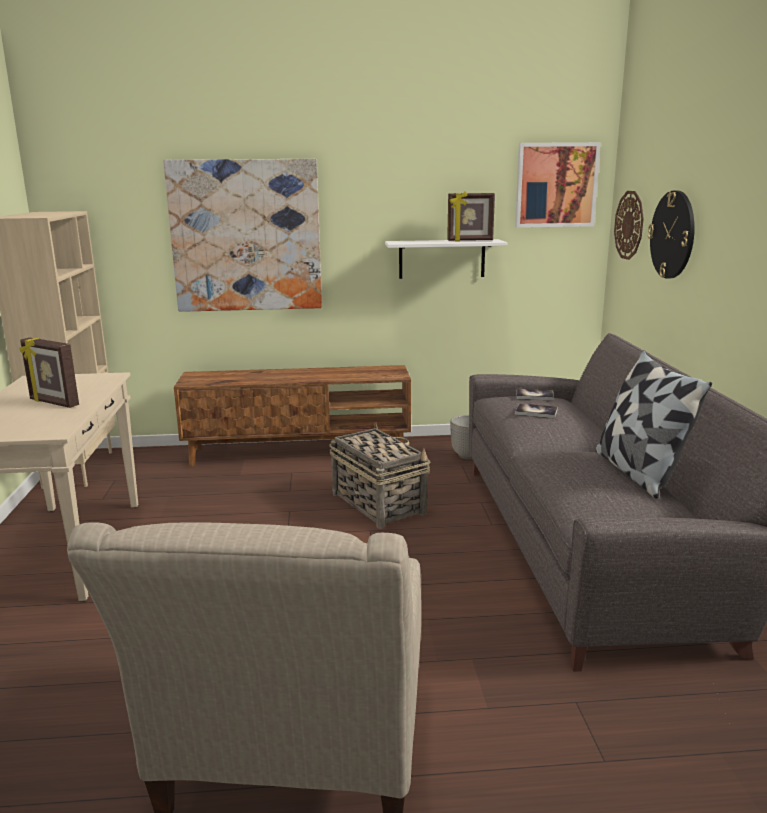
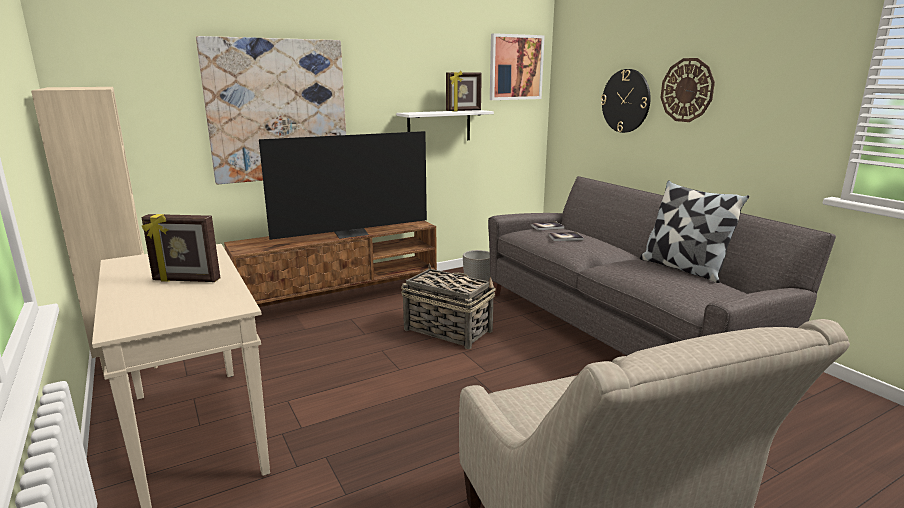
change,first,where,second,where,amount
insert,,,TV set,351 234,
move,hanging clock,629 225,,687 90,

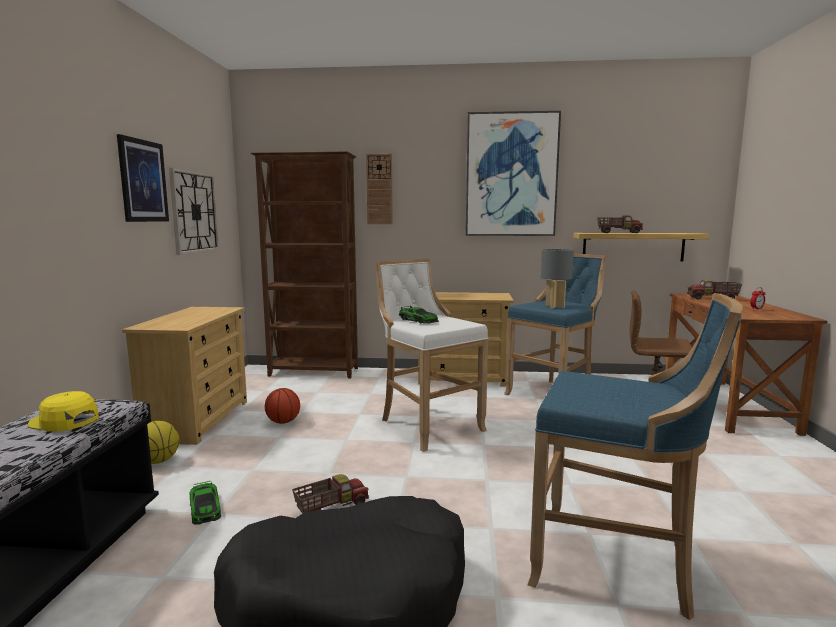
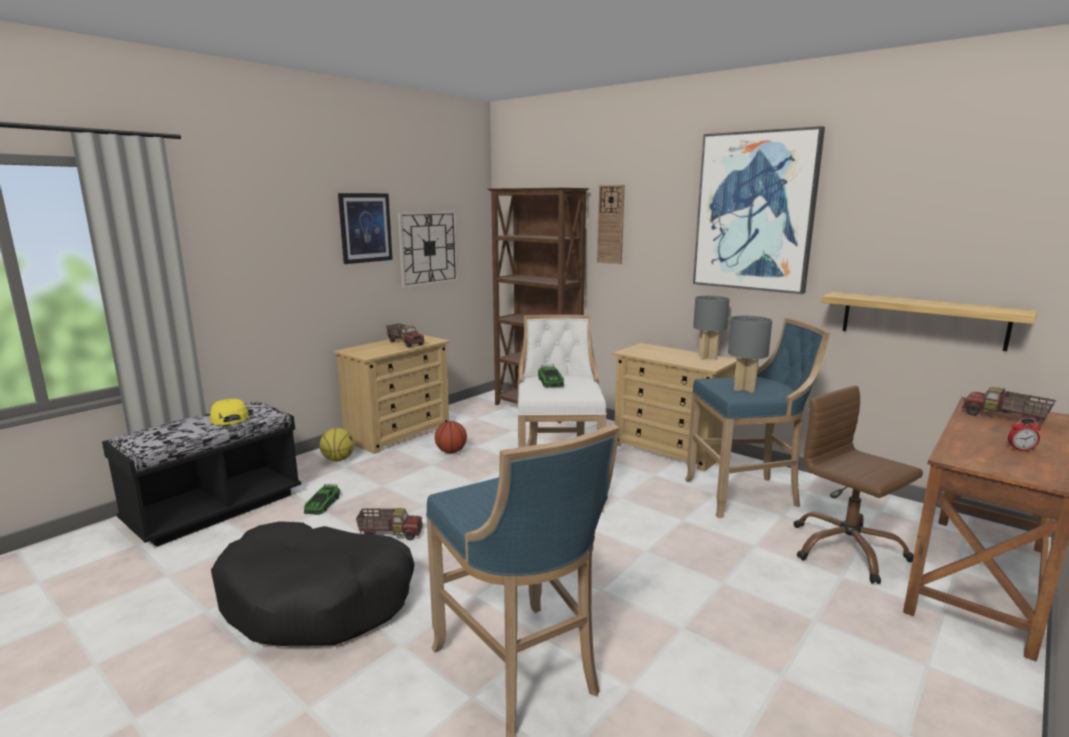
change,first,where,second,where,amount
move,toy lorry,618 233,,405 343,
insert,,,lamp for a table (grey),707 357,

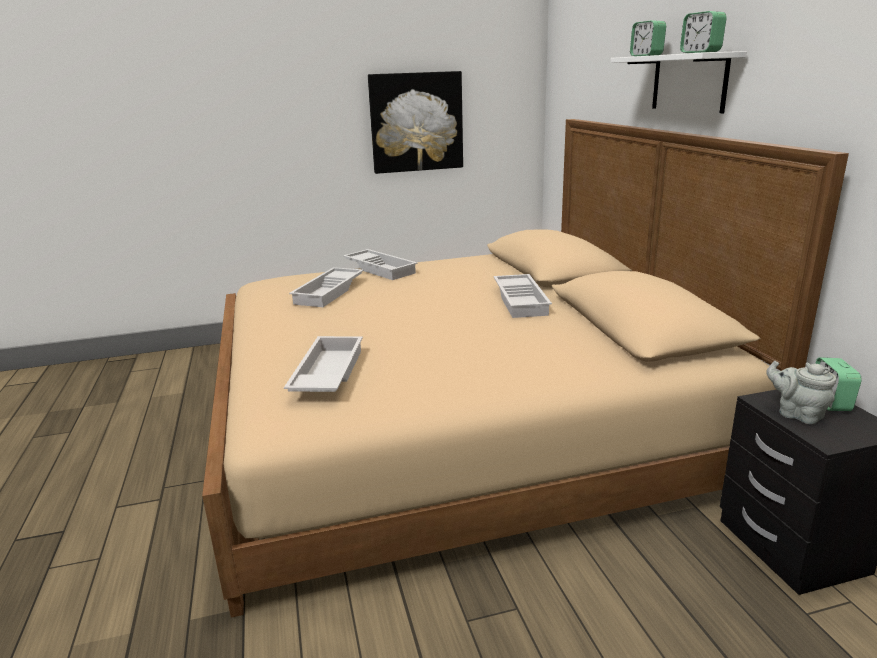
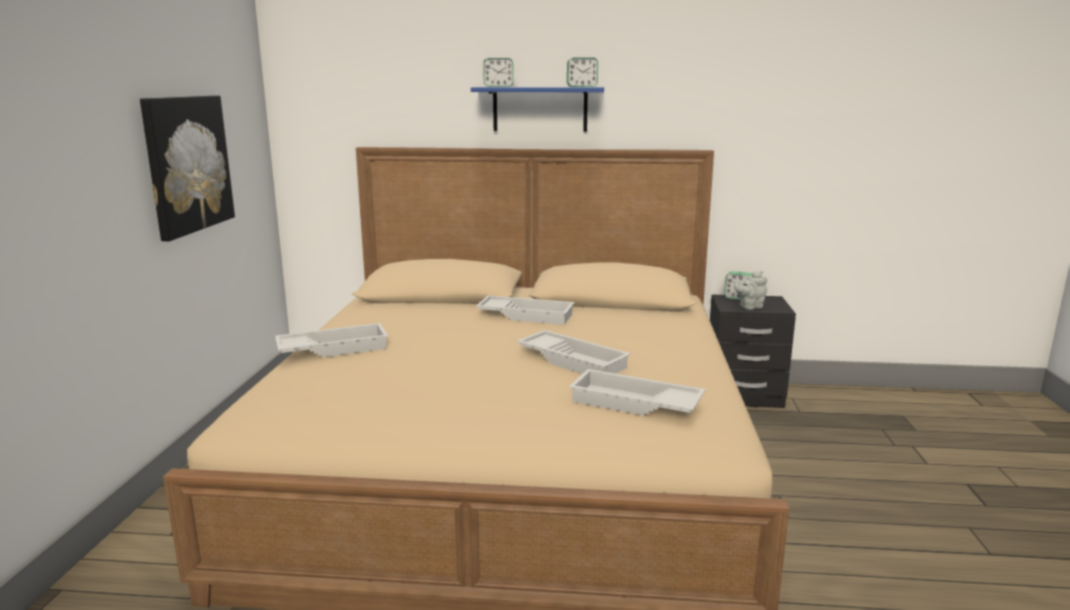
change,first,where,second,where,amount
recolor,shelf (white),689 82,shelf (blue-coloured),540 109,
move,serving tray (white),330 292,,574 360,

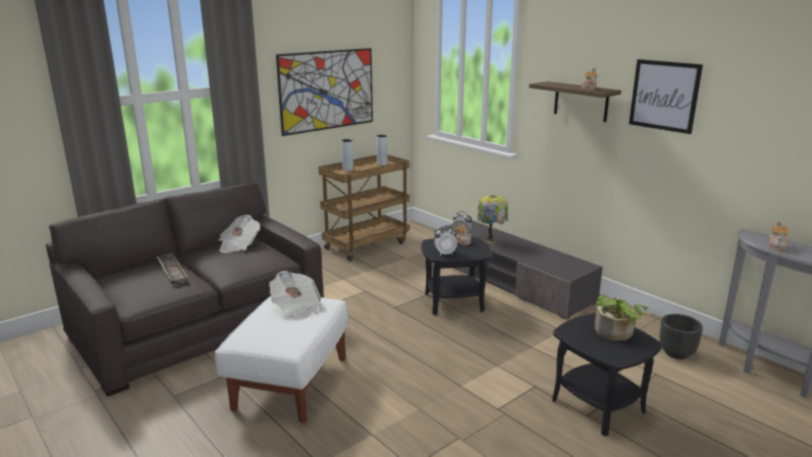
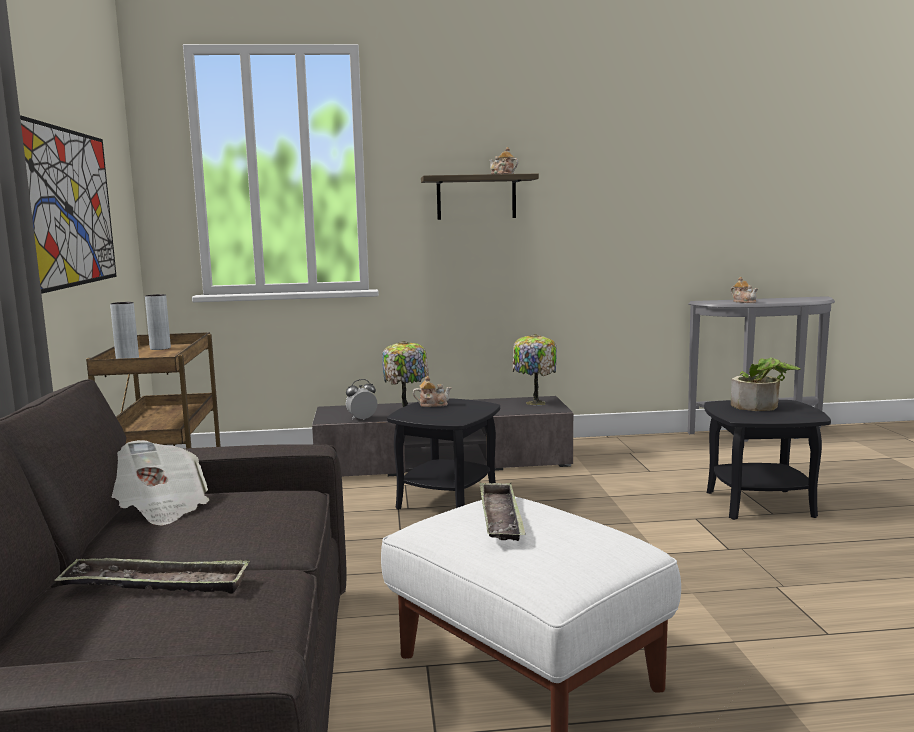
change,first,where,second,where,amount
replace,newspaper,296 307,serving tray,500 518,
insert,,,lamp for a table,534 403,
delete,bedside clock,445 253,,,
delete,picture,664 95,,,
delete,planter (blackish),676 353,,,

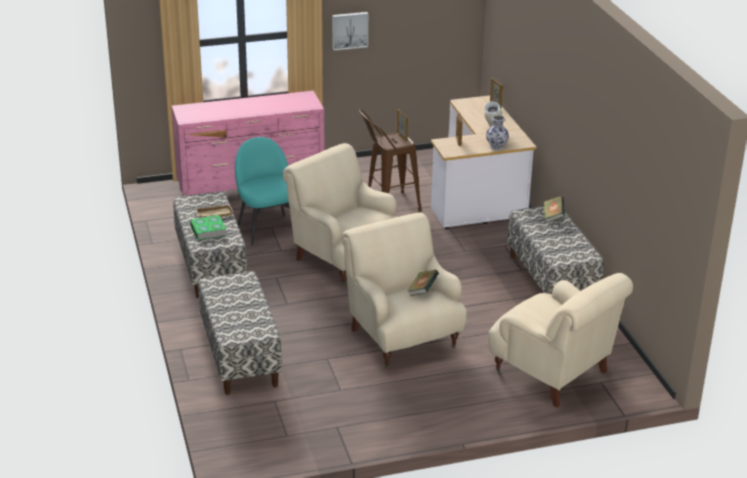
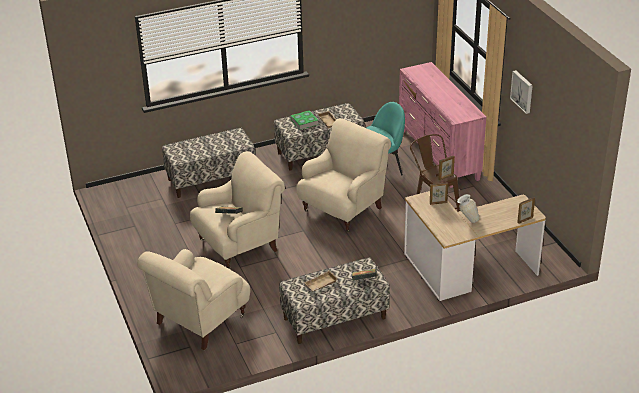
change,first,where,second,where,amount
insert,,,serving tray (beige),321 284,
delete,vase,496 147,,,

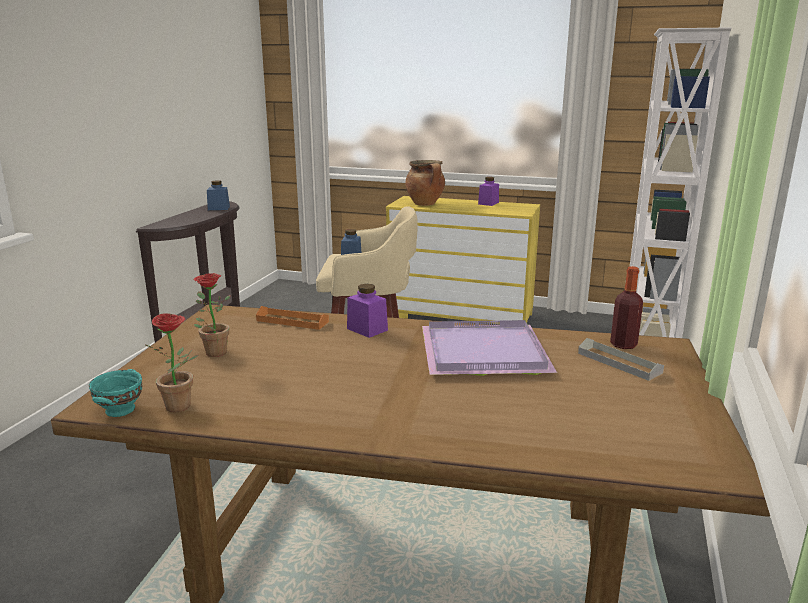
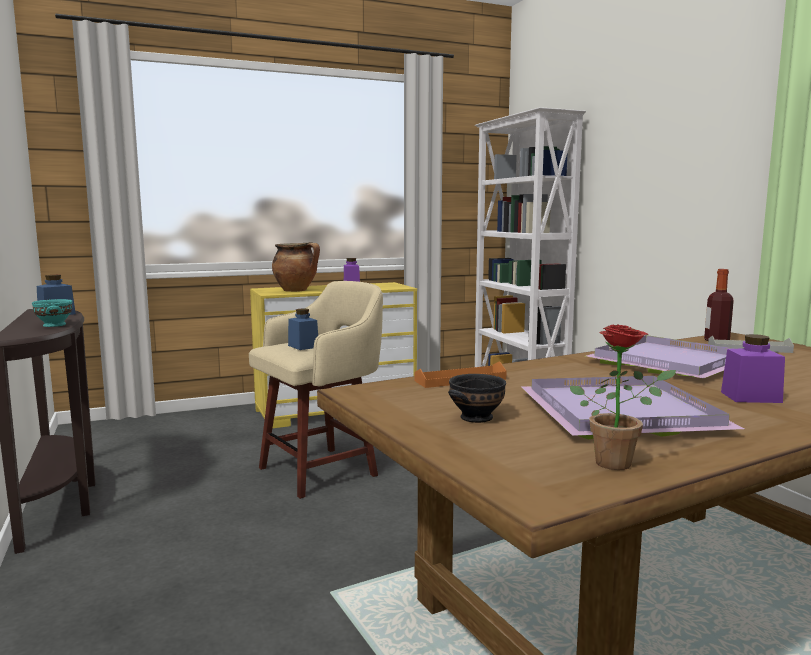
change,first,where,second,where,amount
move,bowl (turquoise-coloured),119 410,,54 325,
replace,plant in a pot,213 351,bowl (blackish),475 417,
insert,,,serving tray (purple-coloured),621 412,
move,preserve jar (purple-coloured),367 329,,751 397,

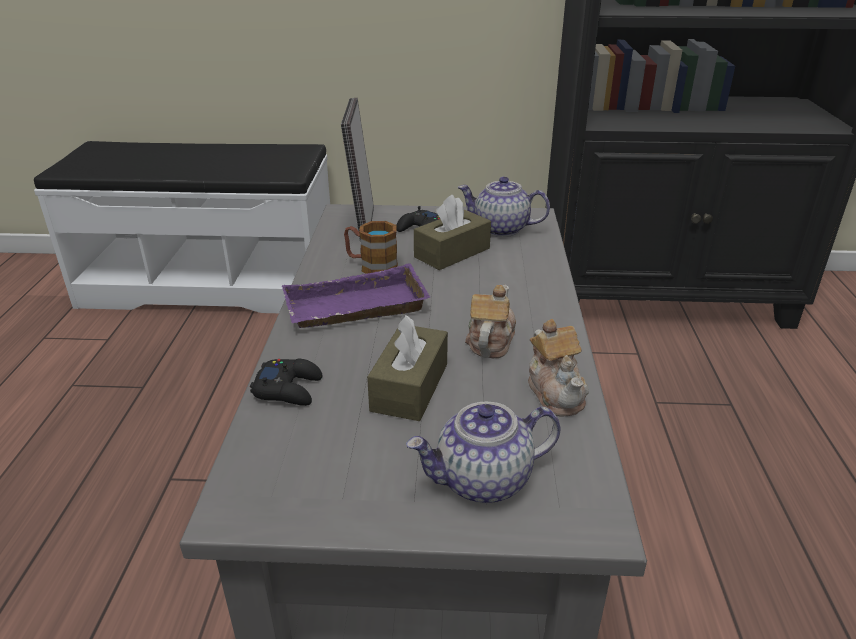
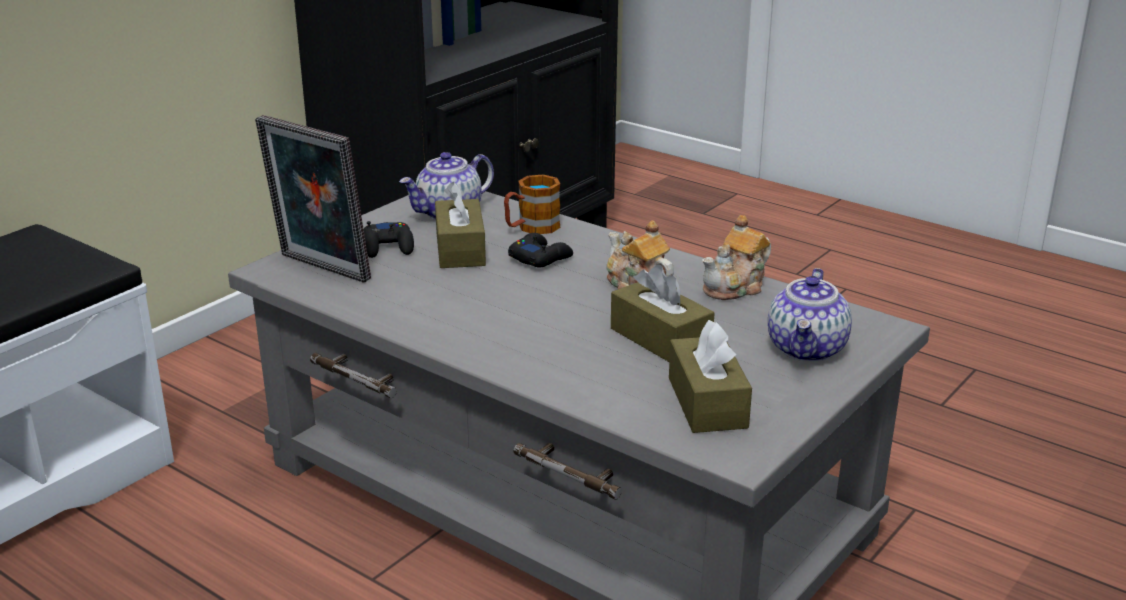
change,first,where,second,where,amount
move,mug,371 266,,531 228,
move,gamepad (blackish),289 388,,540 258,
insert,,,box of tissues (brown),707 402,
rotate,pot for tea,556 392,,736 287,120 degrees clockwise
delete,serving tray (purple-coloured),354 309,,,

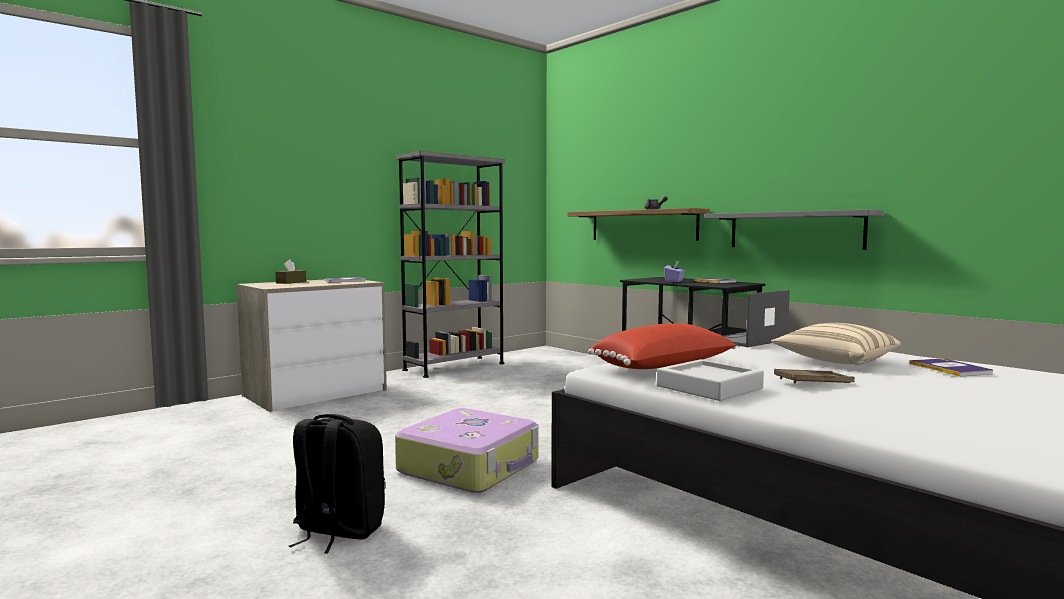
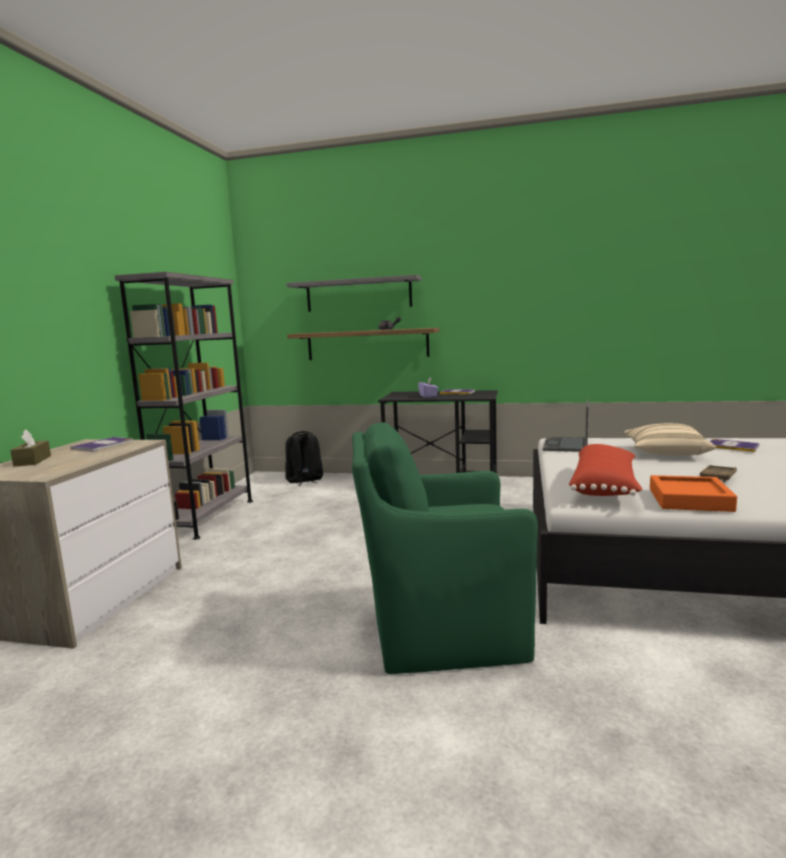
change,first,where,second,where,amount
move,backpack (blackish),337 531,,304 480,
move,shelf (grey),794 230,,358 294,
replace,suitcase,471 466,lounge chair (green),441 630,
recolor,serving tray (grey),709 387,serving tray (orangey),689 500,

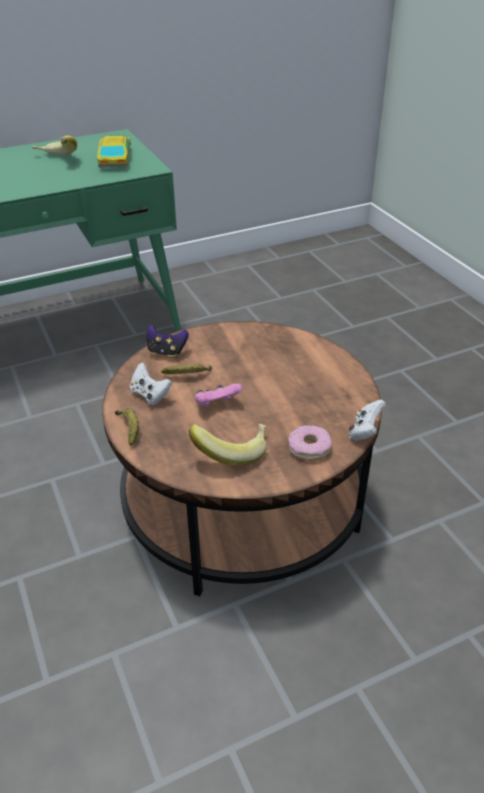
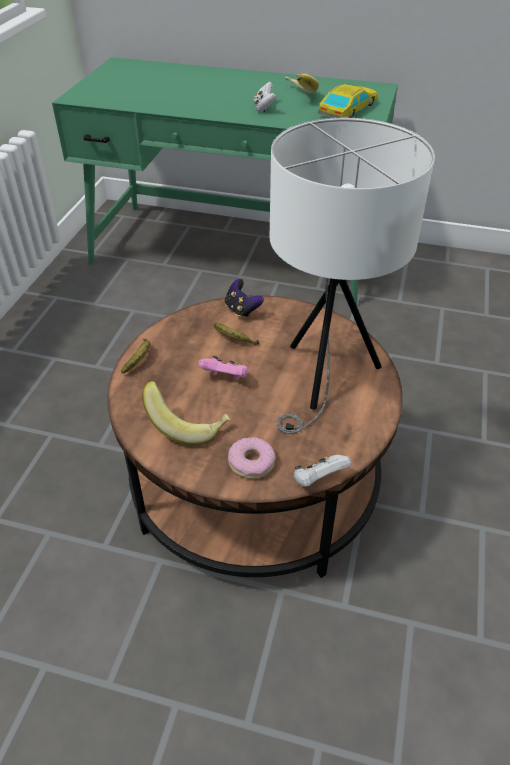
change,first,where,second,where,amount
move,gamepad (white),150 395,,264 108,
insert,,,lamp for a table (white),324 378,

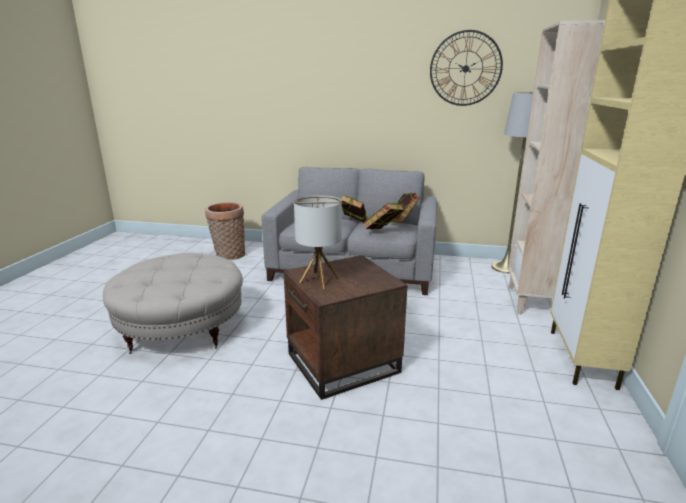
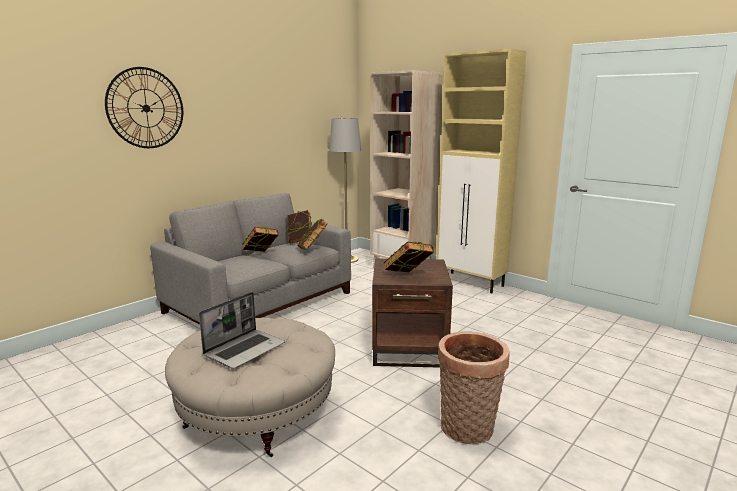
change,first,where,second,where,amount
move,hanging clock,465 68,,146 108,
insert,,,portable computer,245 349,
replace,lamp for a table,319 280,volume,407 277,
move,household basket,228 255,,468 430,

